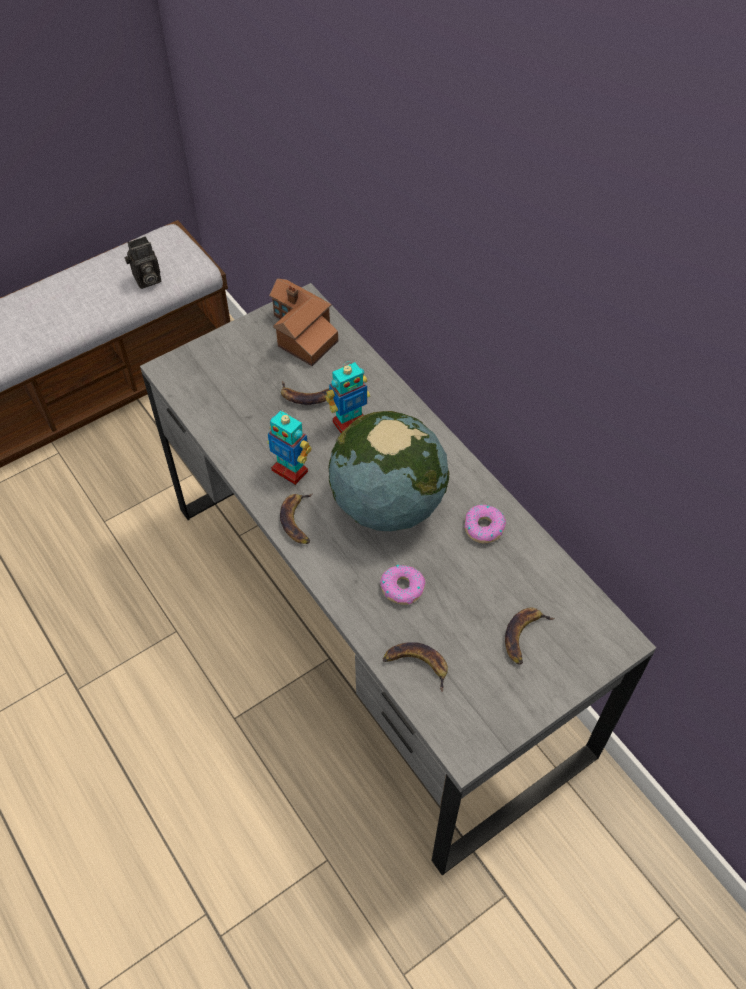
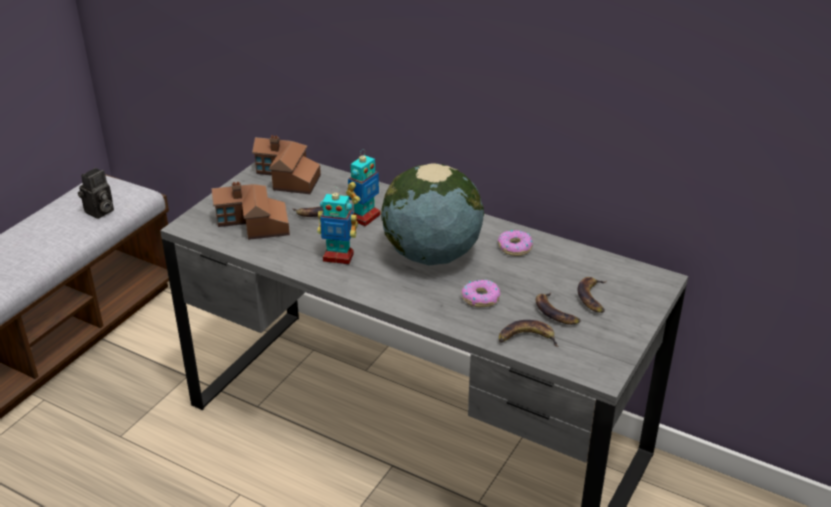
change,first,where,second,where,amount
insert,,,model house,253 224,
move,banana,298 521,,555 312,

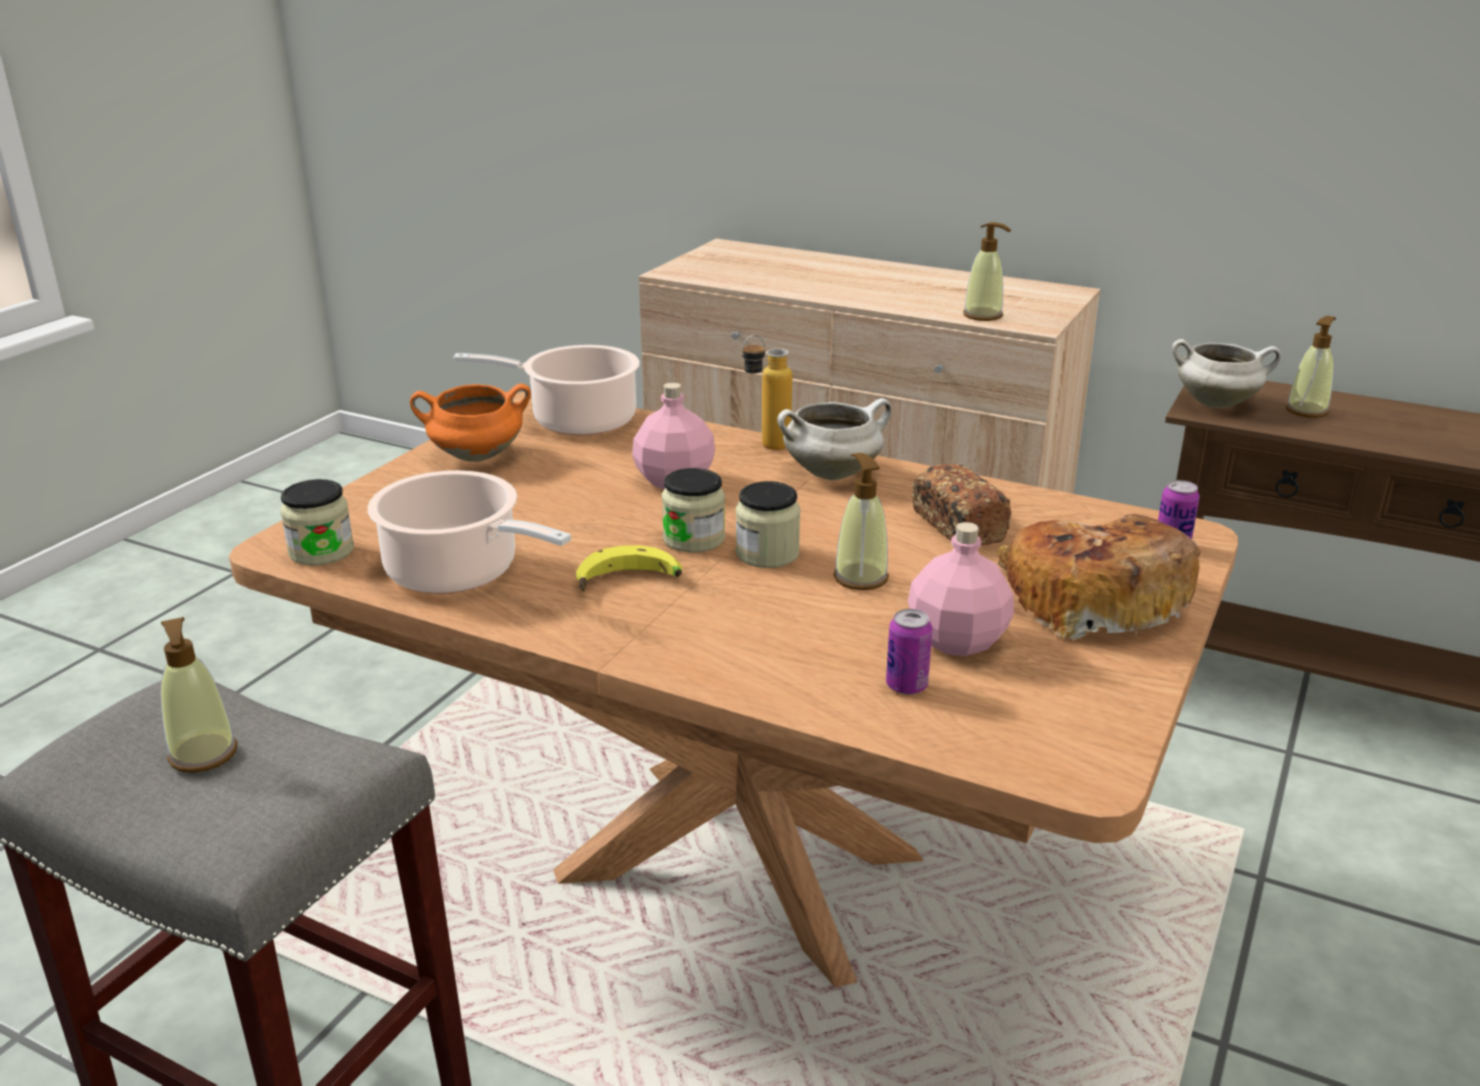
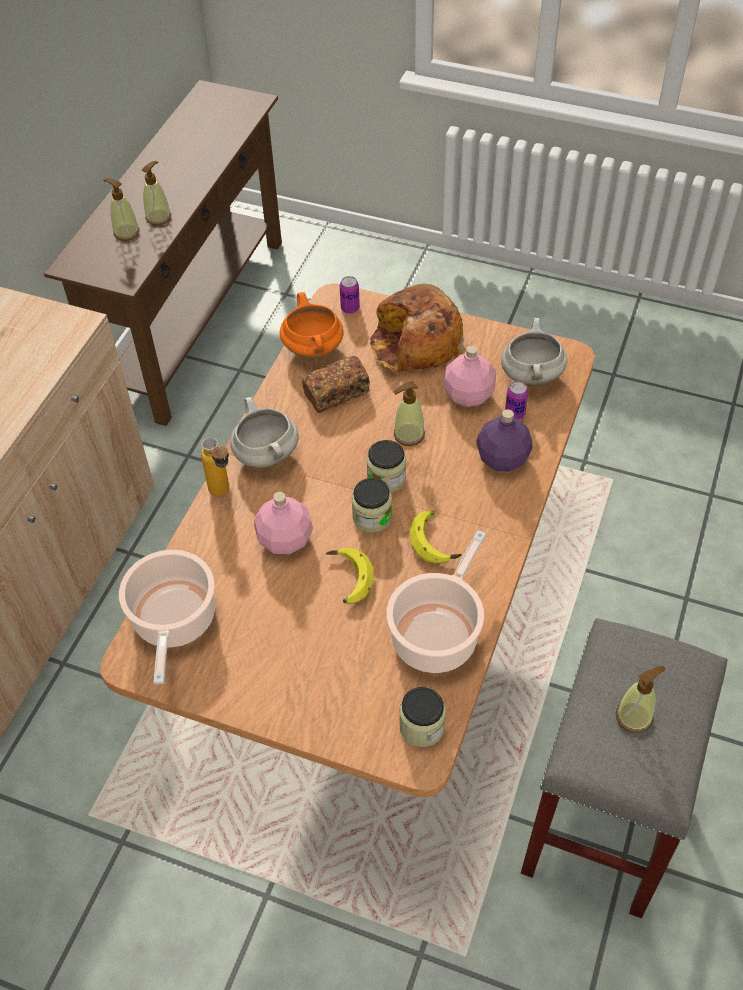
change,first,where,second,where,amount
move,soap dispenser,983 315,,158 217,
move,cooking pot (orangey),475 457,,314 349,
insert,,,banana,347 579,
insert,,,beverage bottle (purple-coloured),503 458,
move,cooking pot (white),1217 403,,531 375,

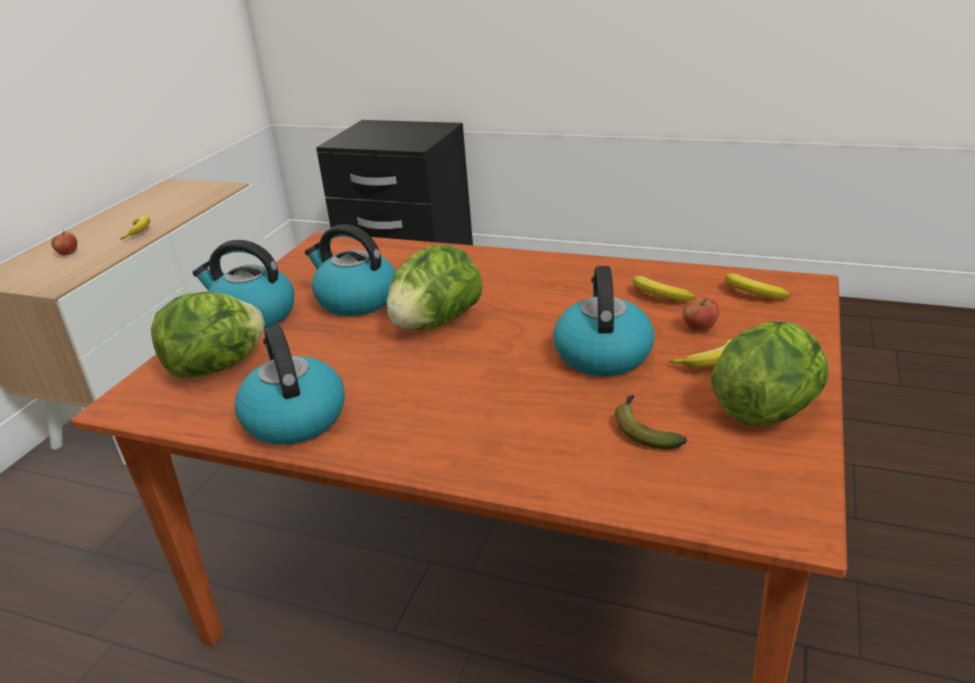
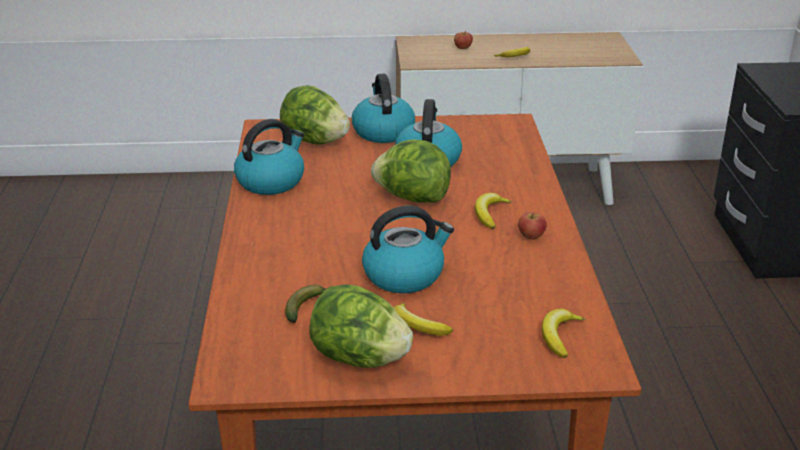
change,first,where,second,where,amount
move,banana,659 295,,490 214,
move,apple,699 328,,531 236,

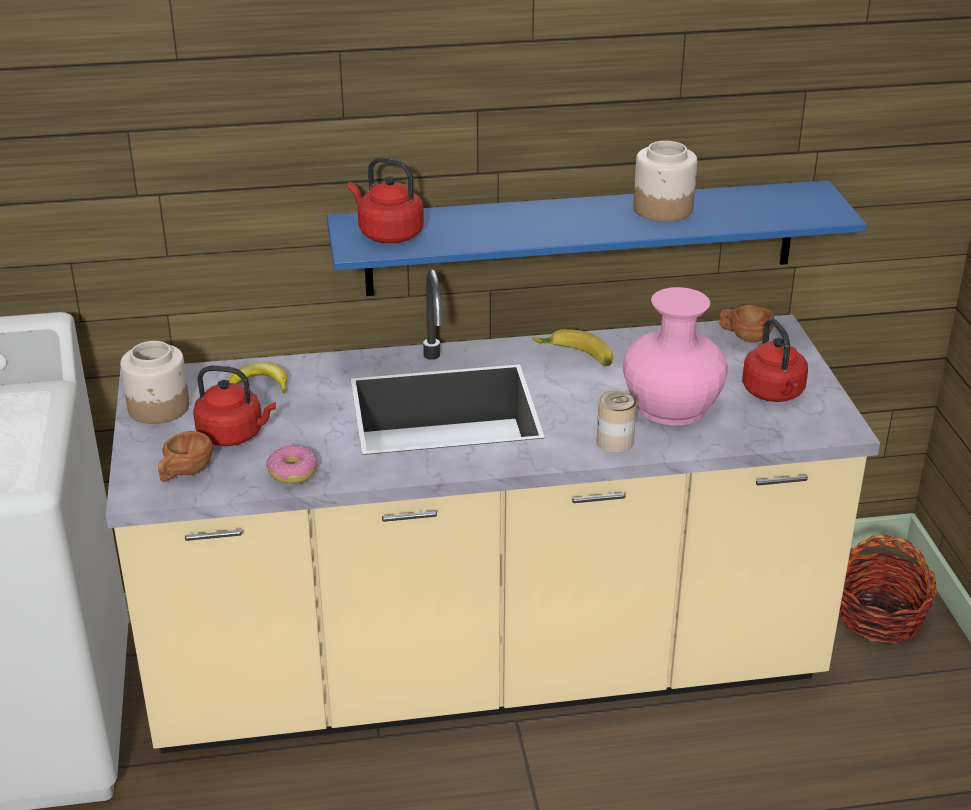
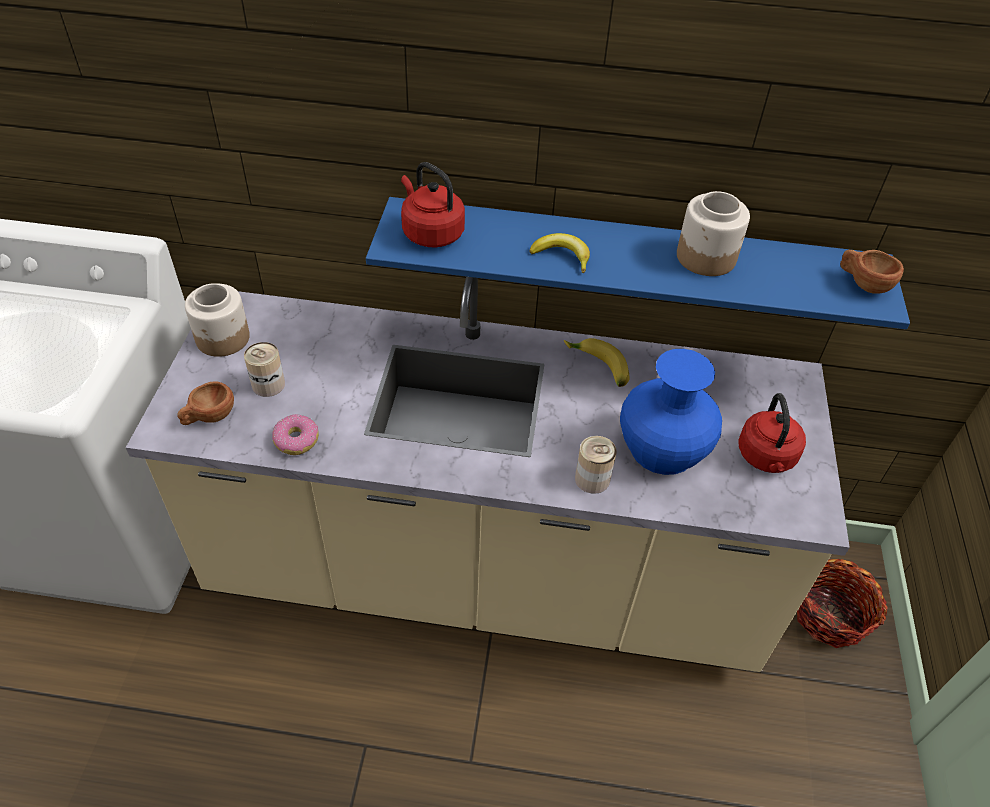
change,first,where,second,where,amount
replace,kettle (reddish),234 435,metal can,268 384,
move,banana,261 384,,562 256,
recolor,vase (pink),671 405,vase (blue-coloured),662 448,
move,drinking cup (brown),744 337,,863 283,

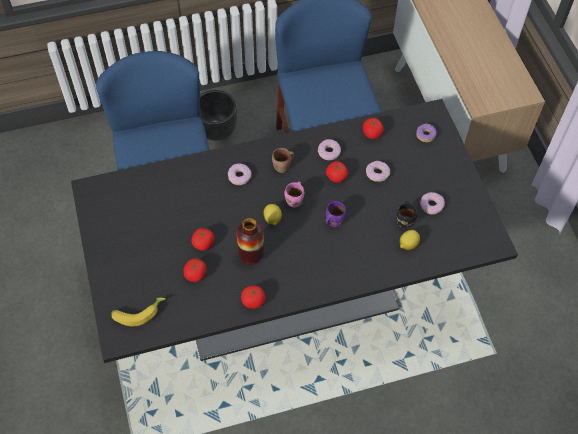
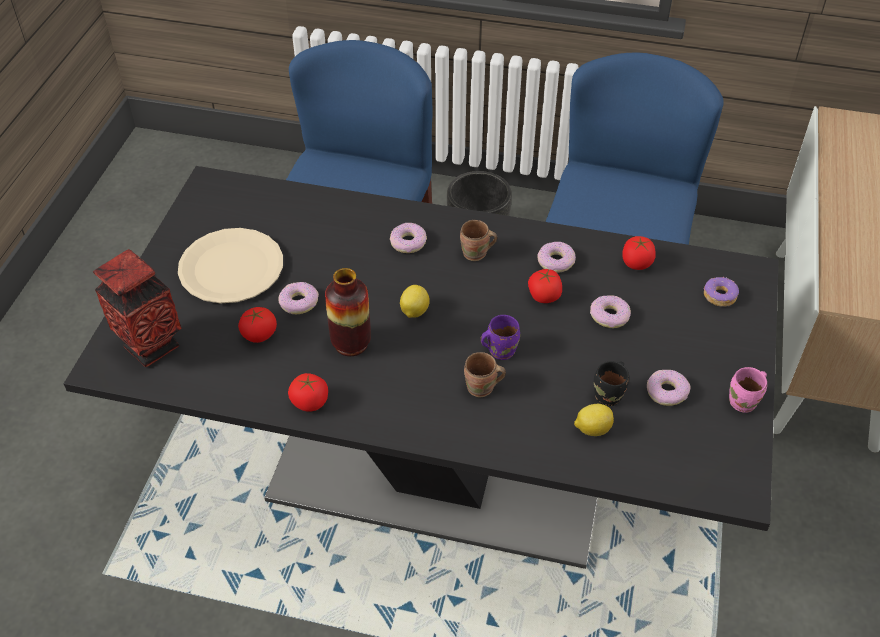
change,first,where,second,where,amount
replace,banana,138 312,vase,151 347,
insert,,,plate (beige),231 268,
replace,fresh tomato,203 244,doughnut,298 302,
insert,,,mug (brown),482 389,
move,mug (pink),295 201,,745 402,

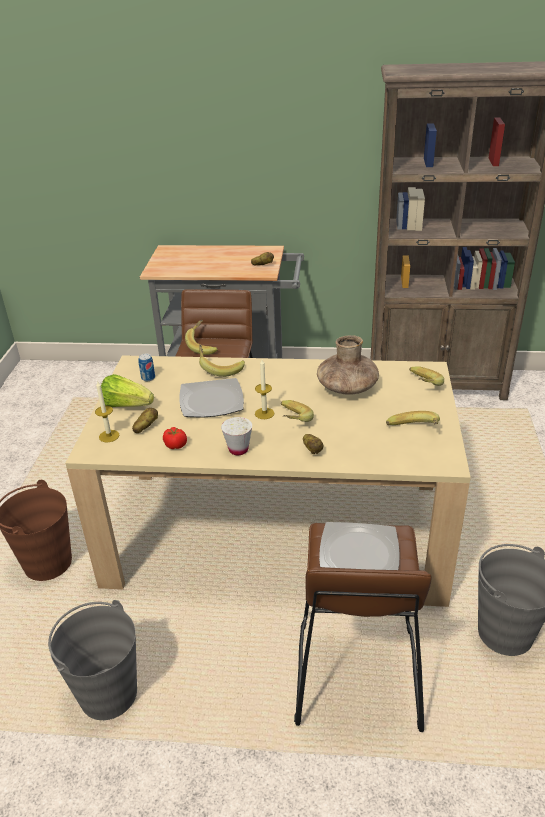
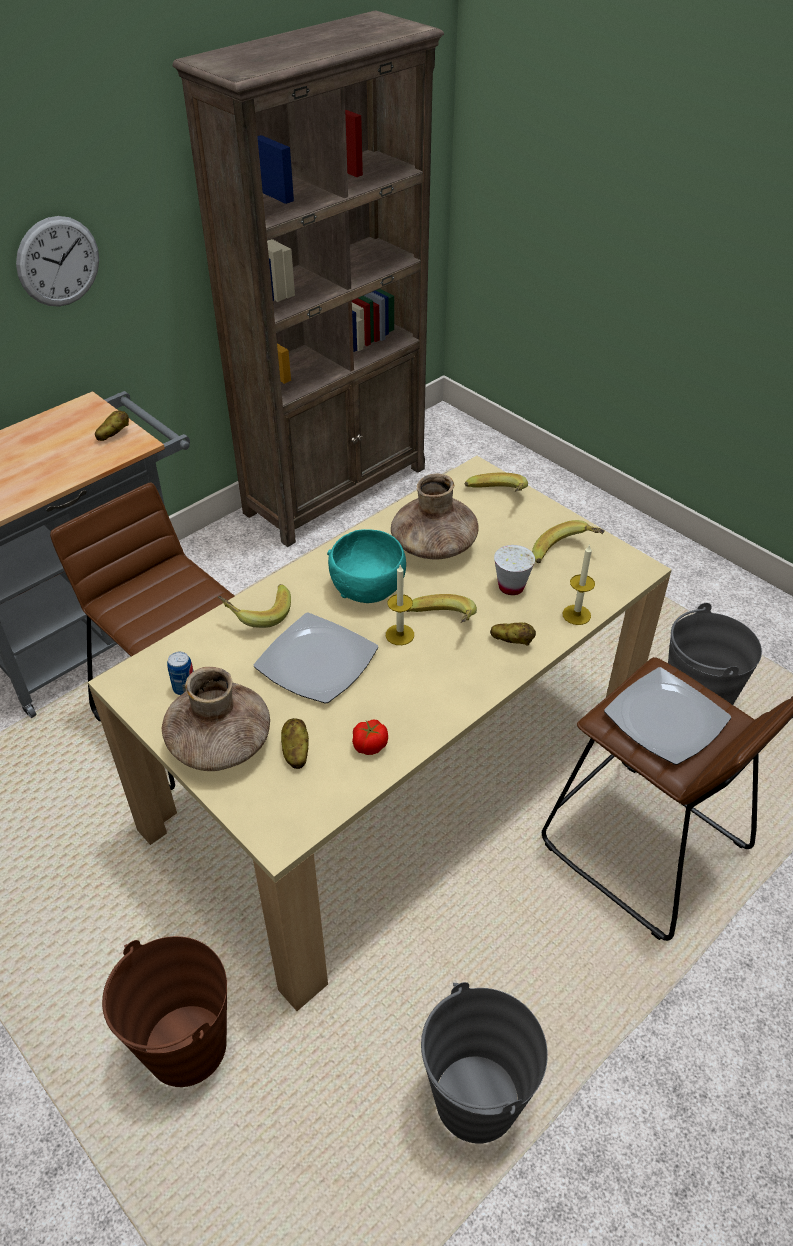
change,first,where,second,where,amount
insert,,,hanging clock,58 262,
replace,lettuce head,126 405,vase (brown),220 743,
insert,,,bowl (turquoise-coloured),368 587,
move,drinking cup (white),238 449,,511 587,
move,candle,109 436,,576 615,
delete,banana,204 346,,,

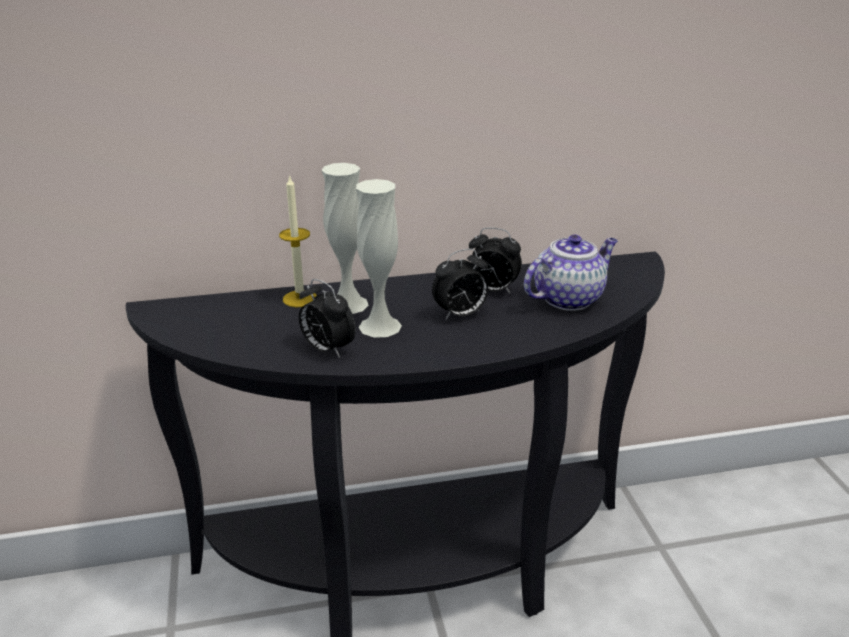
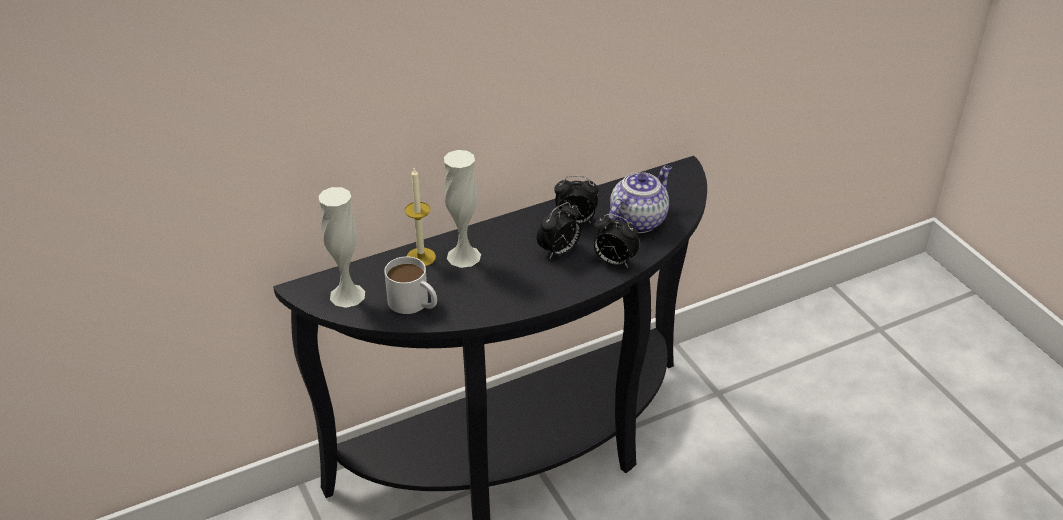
change,first,where,second,where,amount
move,vase (white),380 326,,347 295,
insert,,,mug (white),414 303,
move,bedside clock,327 349,,614 262,

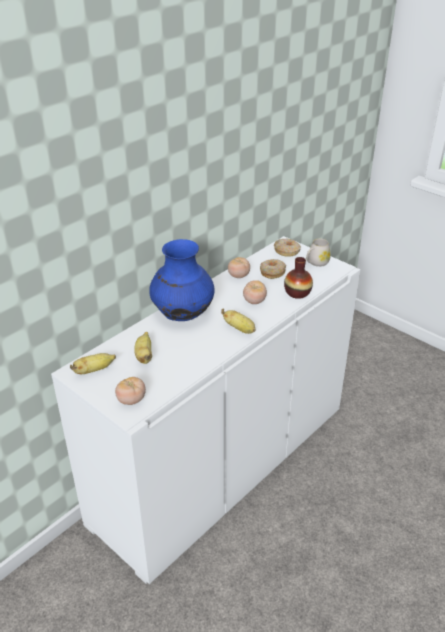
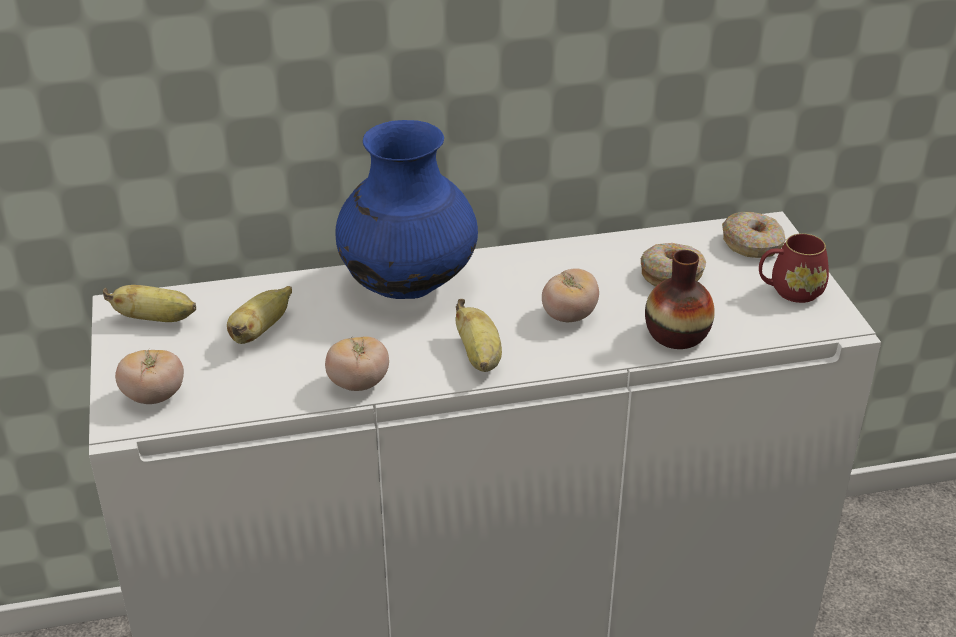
change,first,where,second,where,amount
move,fresh tomato,238 276,,358 383,
recolor,mug (white),316 263,mug (reddish),789 291,

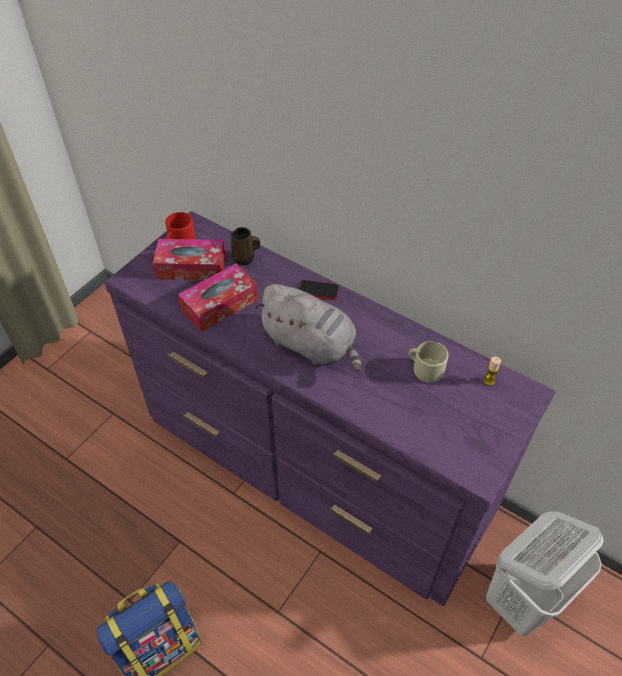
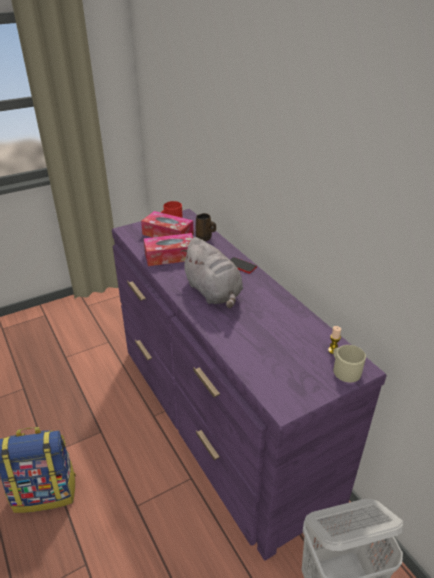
change,first,where,second,where,amount
move,mug (beige),424 368,,344 370,

